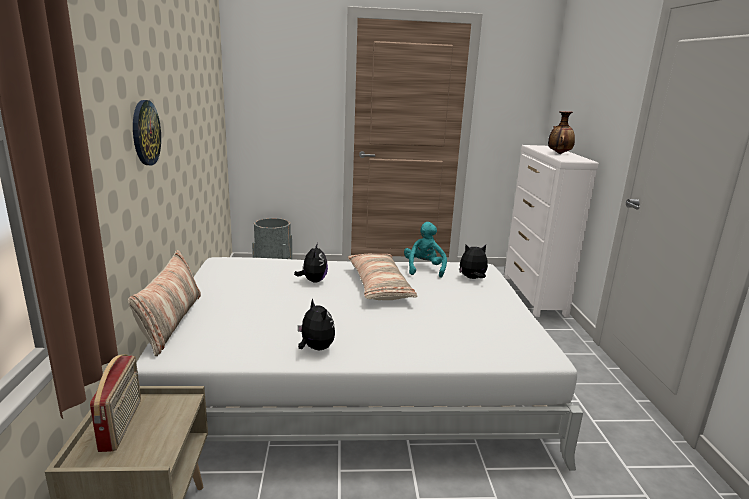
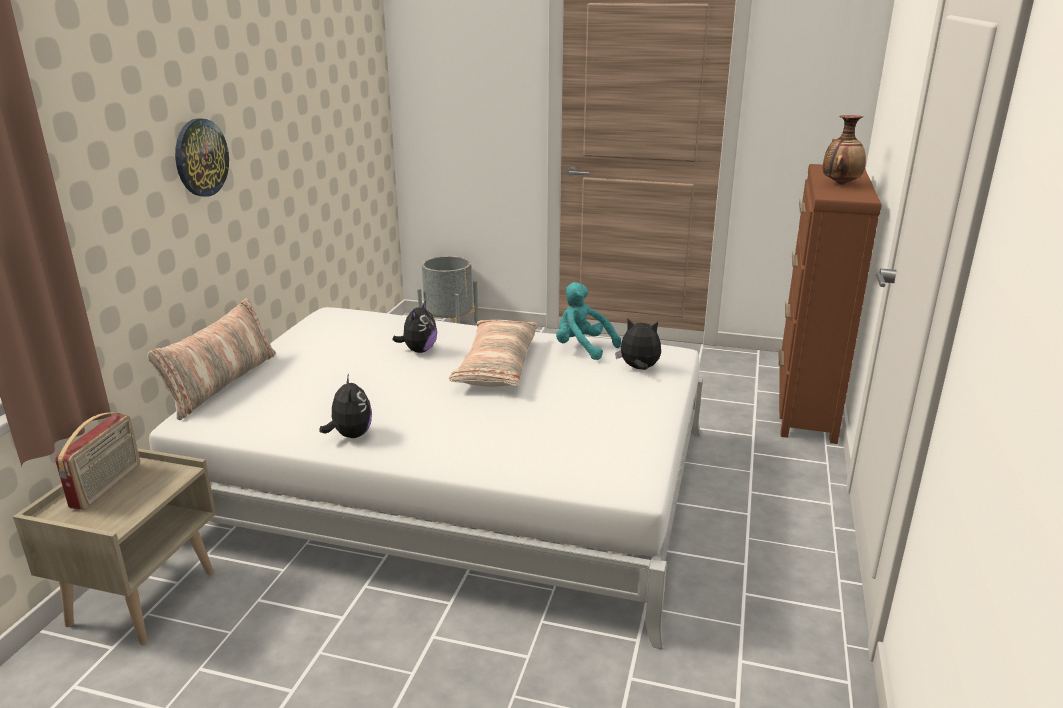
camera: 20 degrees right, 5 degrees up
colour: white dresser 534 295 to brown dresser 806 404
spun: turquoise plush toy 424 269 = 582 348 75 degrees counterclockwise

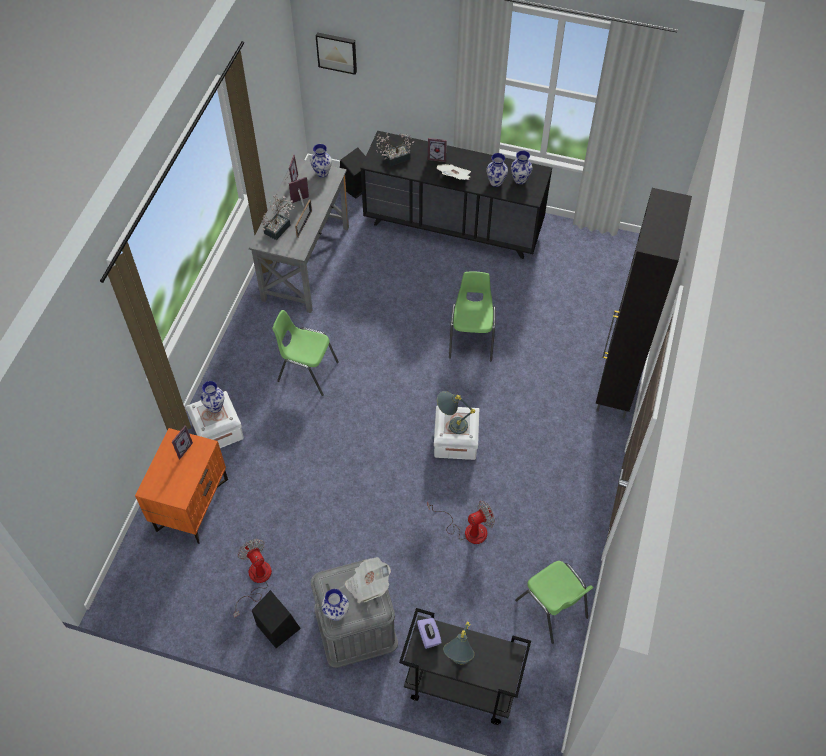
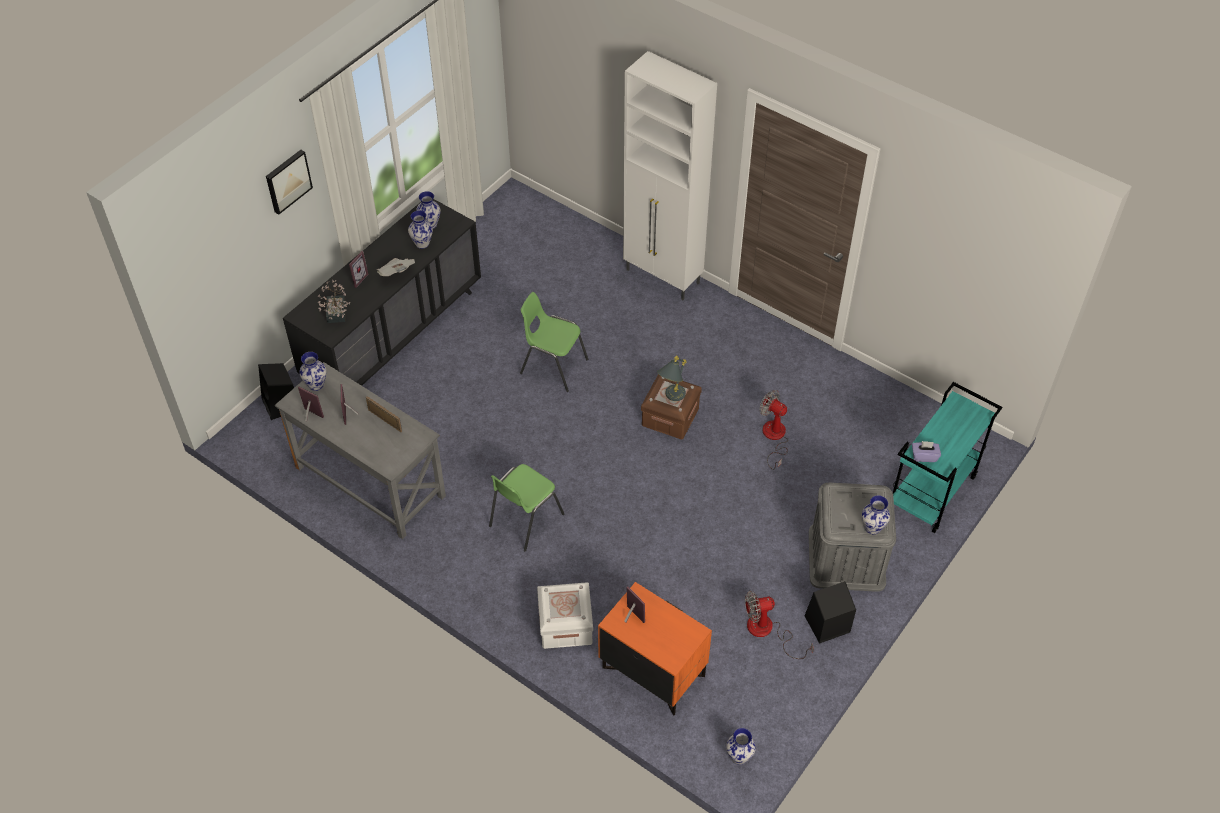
camera: 70 degrees left, 5 degrees down
missing: potted plant 279 227; newspaper 368 584; grey table lamp 458 661; green chair 552 609
relocated: vase 215 407 to 739 756; picture 337 52 to 287 181
colour: black cart 460 686 to turquoise cart 932 493; white storage box 455 441 to brown storage box 670 417; black cabinet 615 388 to white cabinet 663 277
spun: fan 468 530 = 774 438 45 degrees counterclockwise

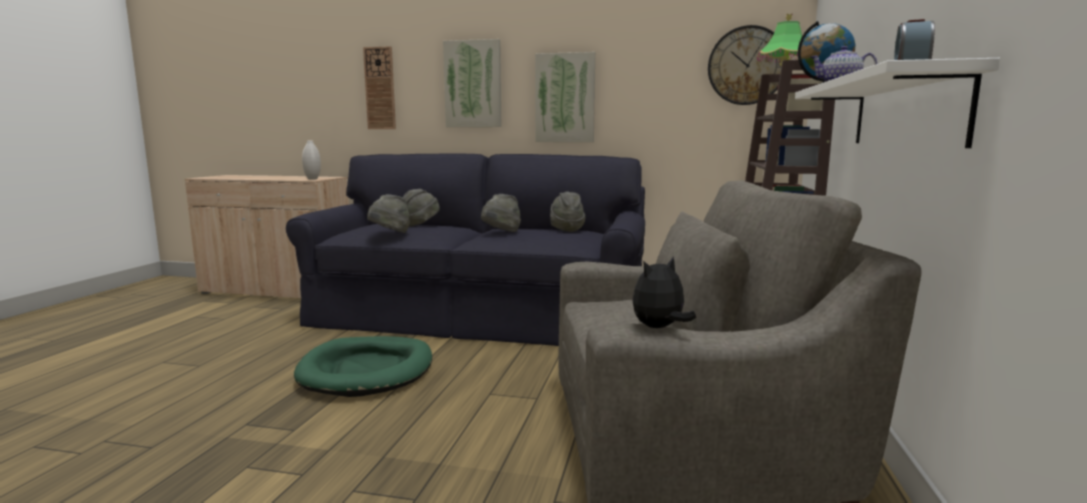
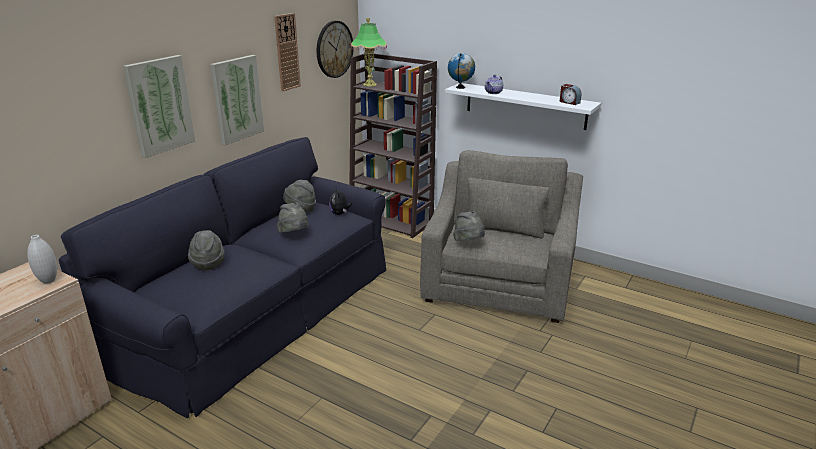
camera: 70 degrees left, 15 degrees up
missing: green dog bed 367 371
relocated: wall clock 380 88 to 287 52; grey hat 390 234 to 469 243; plush toy 659 328 to 340 213

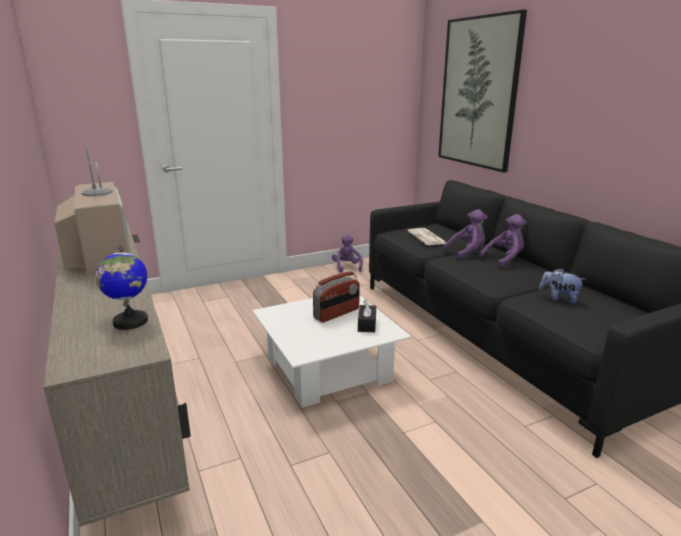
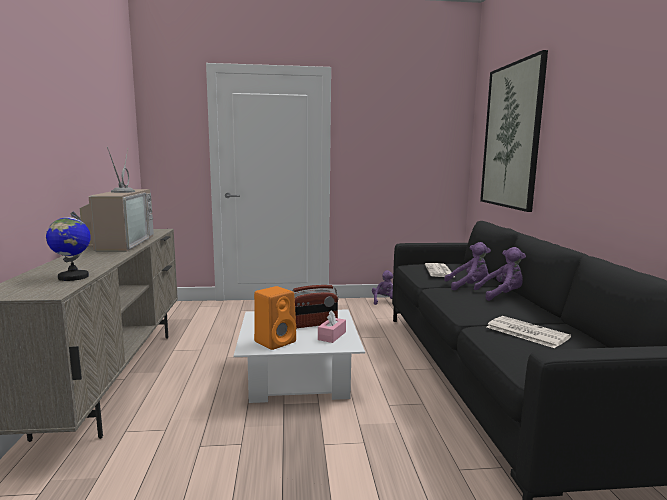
camera: 20 degrees right, 10 degrees down
appeared: orange speaker 276 341
exchanged: plush toy 559 298 to newspaper 525 332
colour: black tissue box 367 324 to pink tissue box 332 336

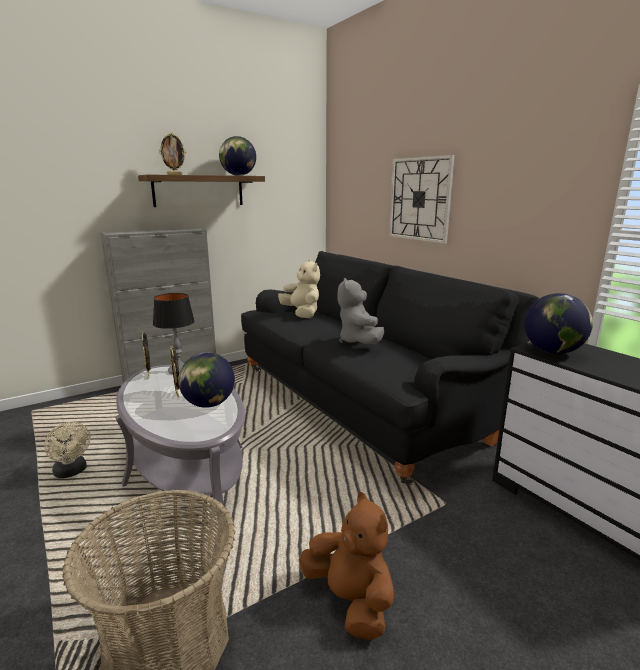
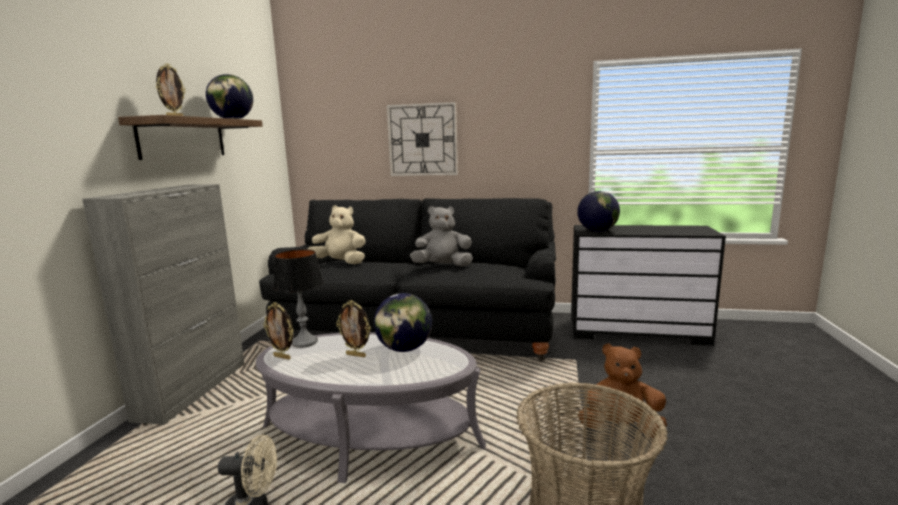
camera: 45 degrees left, 5 degrees down
spun: grey plush toy 359 342 = 443 266 135 degrees clockwise

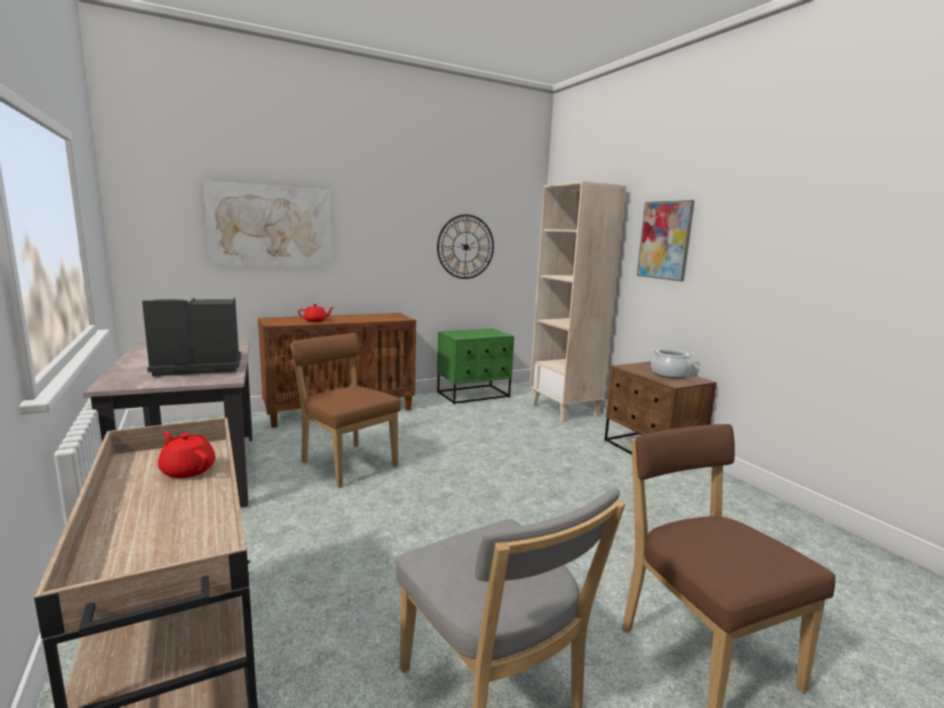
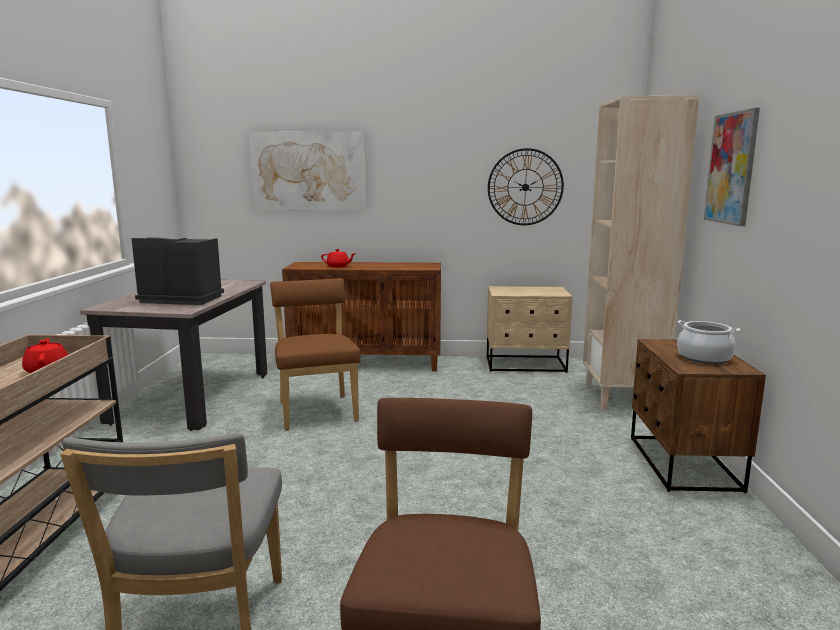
camera: 30 degrees right, 0 degrees up
colour: green nightstand 474 395 to beige nightstand 526 365

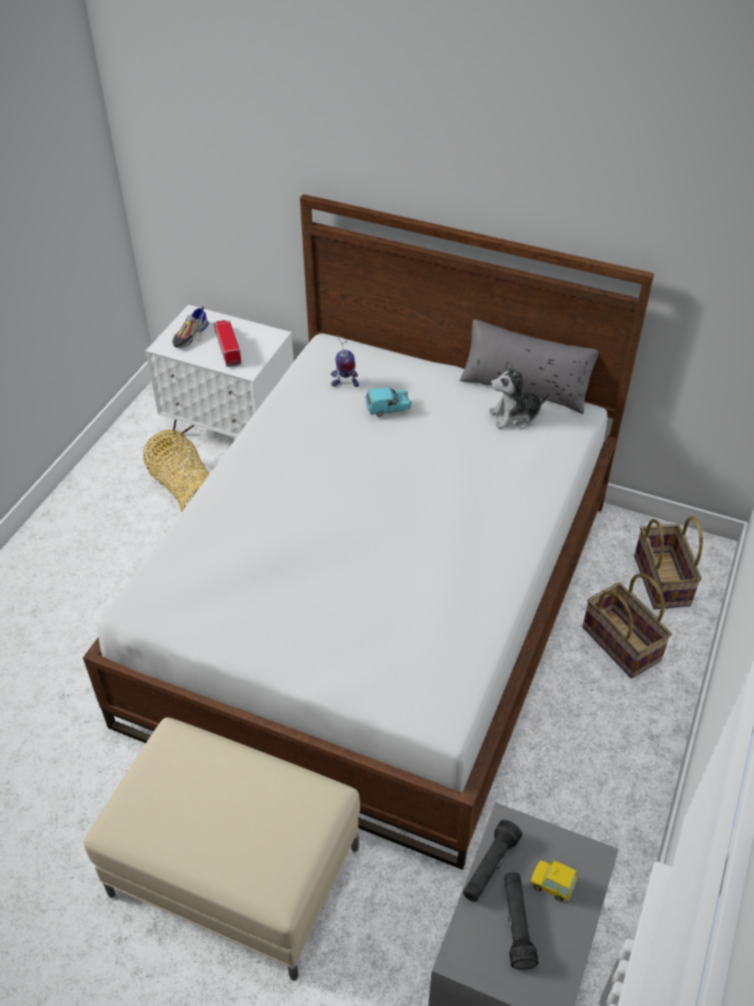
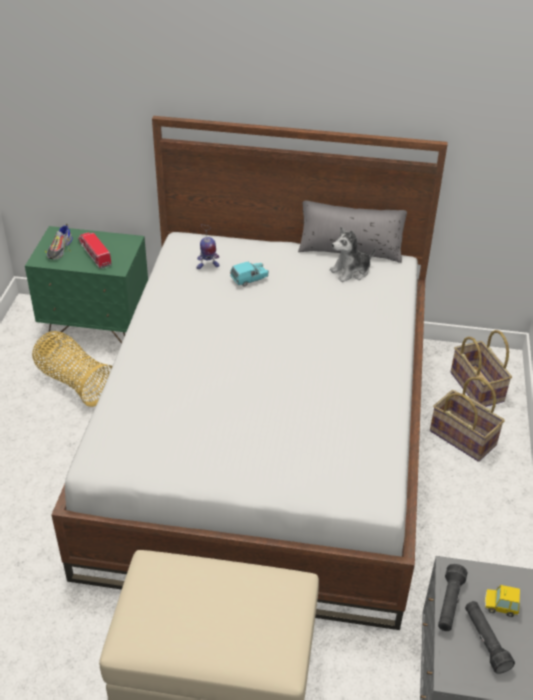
camera: 15 degrees left, 5 degrees down
colour: white nightstand 231 428 to green nightstand 97 327

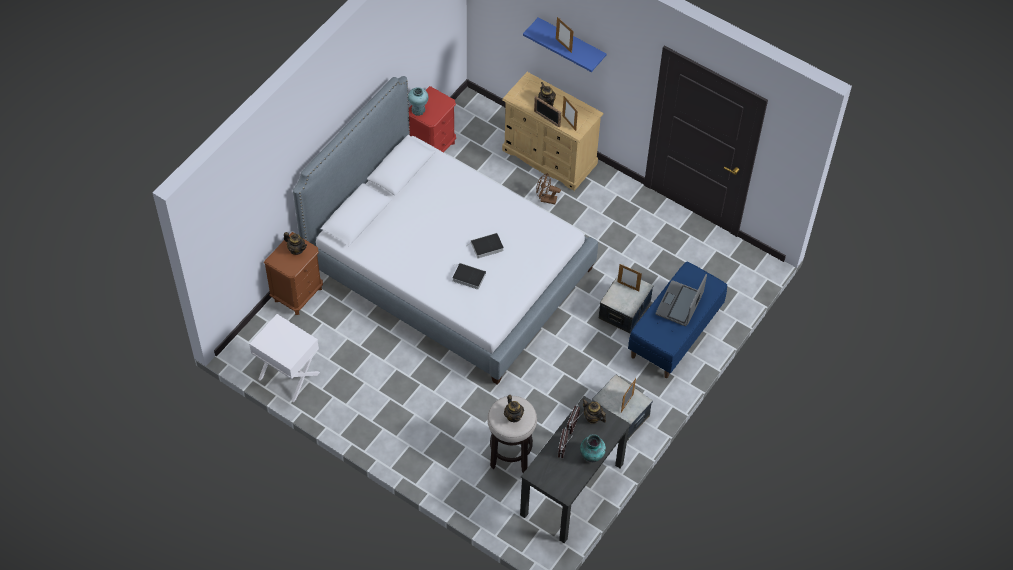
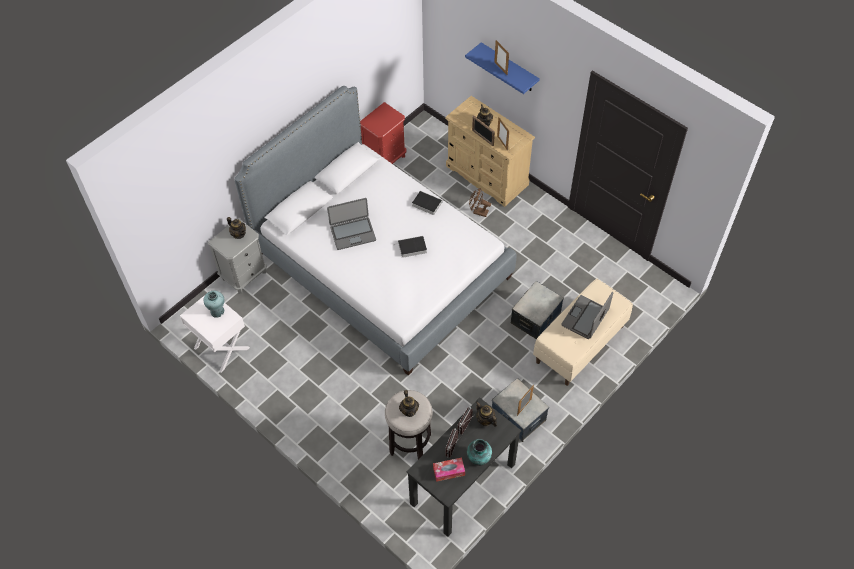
camera: 10 degrees right, 0 degrees up
missing: picture frame 628 286
appeared: laptop 352 233; tissue box 449 471
relocated: turquoise vase 418 110 to 217 311; book 468 277 to 426 204
colour: brown nightstand 297 294 to grey nightstand 244 275; blue bench 675 334 to beige bench 580 344

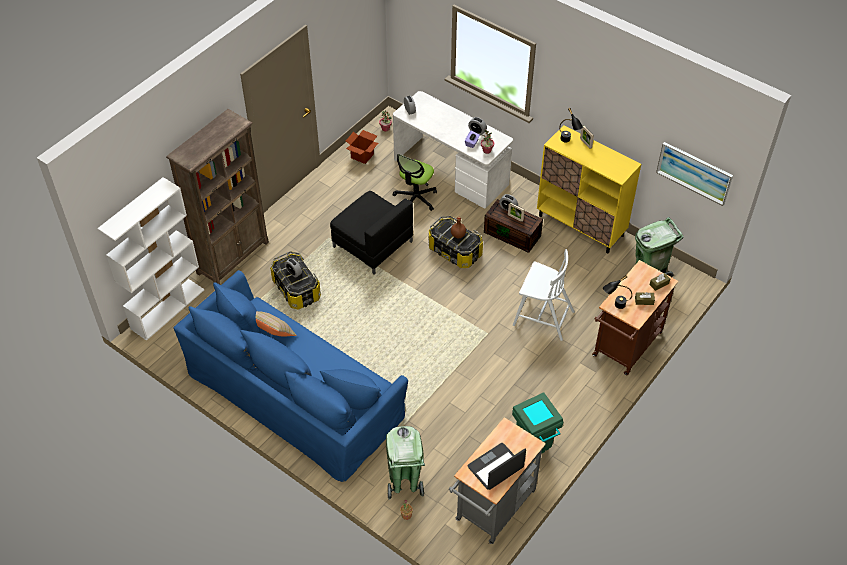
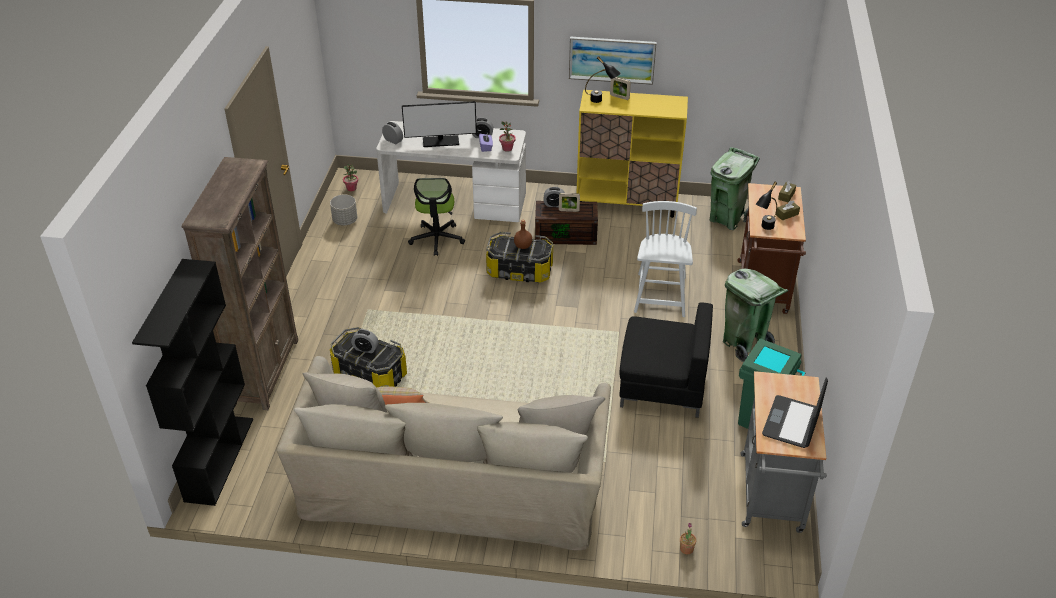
camera: 30 degrees left, 10 degrees down
appeared: monitor 440 141
relocated: black armchair 372 243 to 661 383; green trash can 404 482 to 744 343; picture 694 172 to 612 59
exchanged: cardboard box 362 156 to grey planter 345 221
colour: white bookcase 168 309 to black bookcase 219 458; blue sofa 295 393 to beige sofa 452 481
spun: white chair 542 317 = 660 296 75 degrees counterclockwise

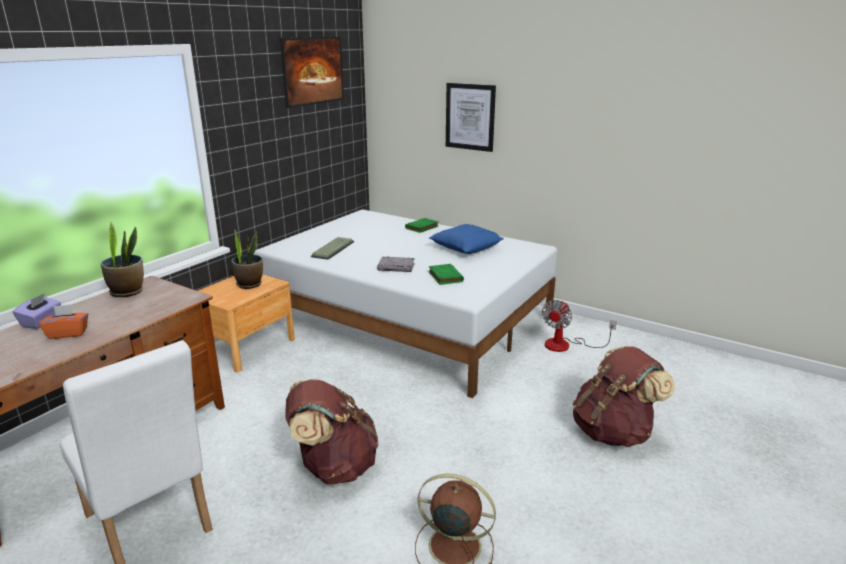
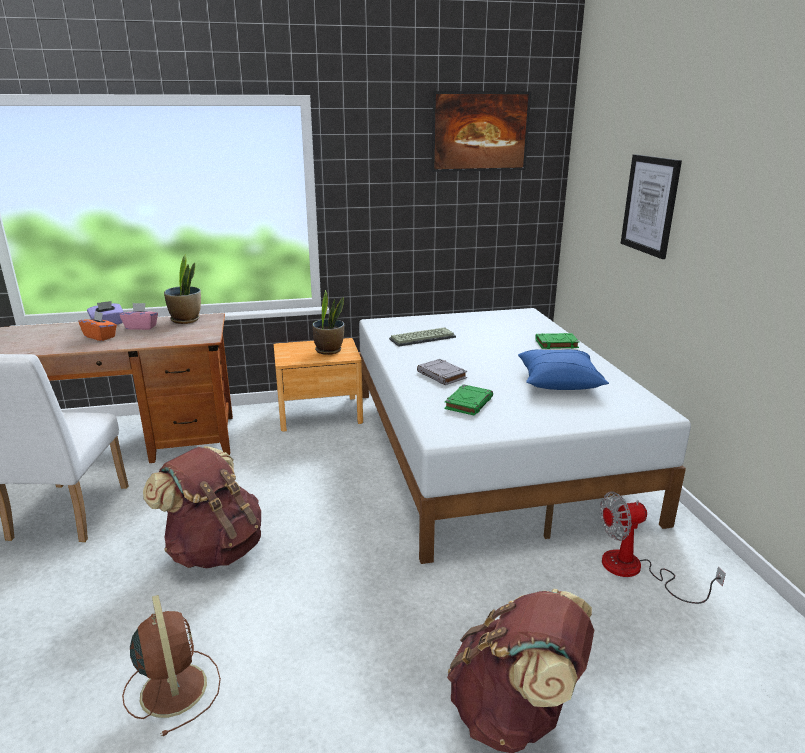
camera: 45 degrees right, 0 degrees up
appeared: pink tissue box 141 327

